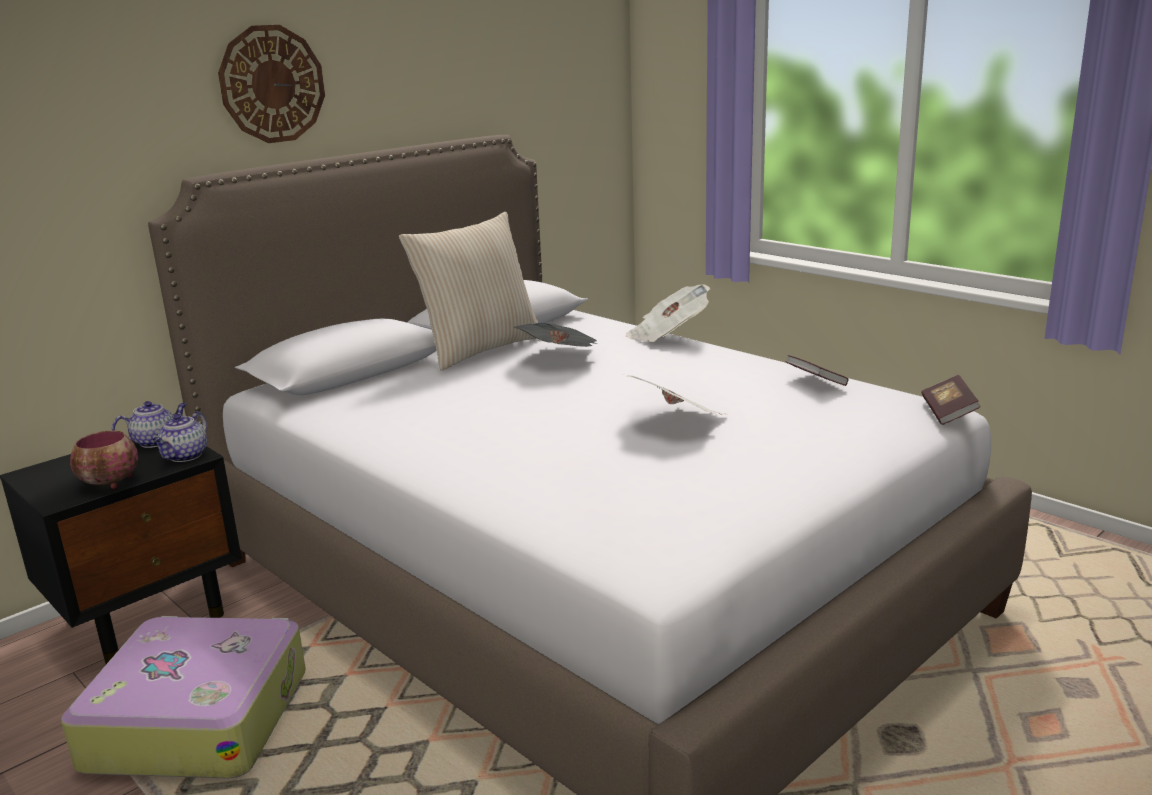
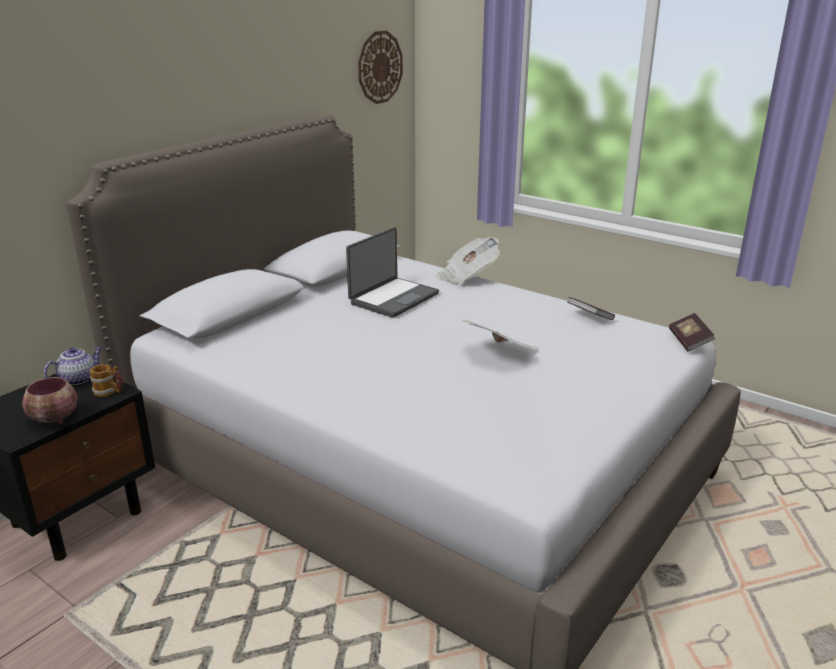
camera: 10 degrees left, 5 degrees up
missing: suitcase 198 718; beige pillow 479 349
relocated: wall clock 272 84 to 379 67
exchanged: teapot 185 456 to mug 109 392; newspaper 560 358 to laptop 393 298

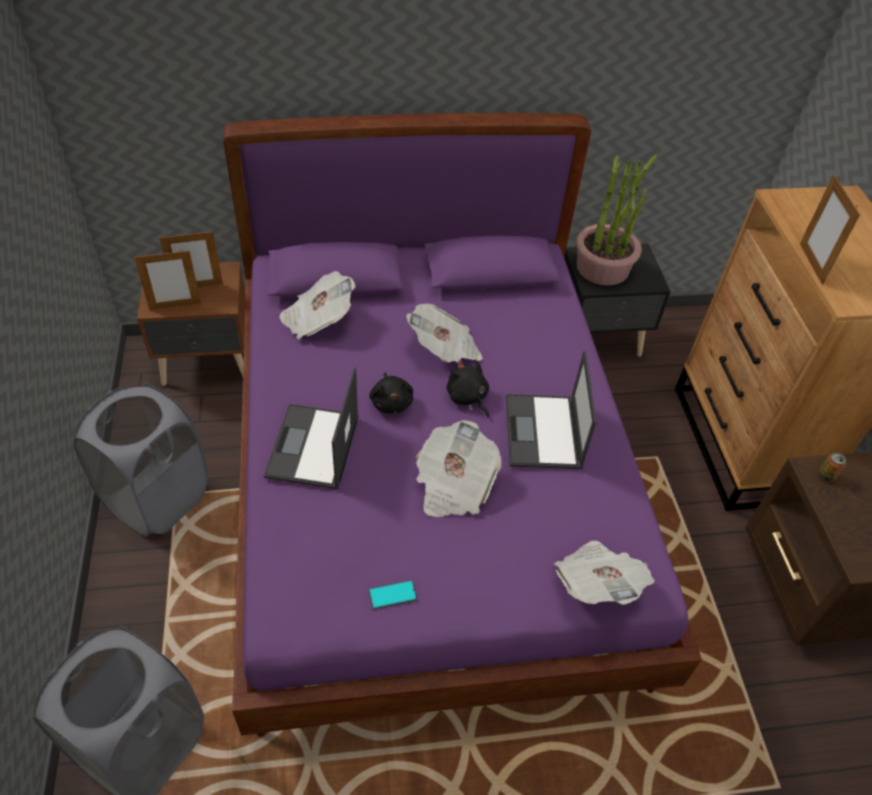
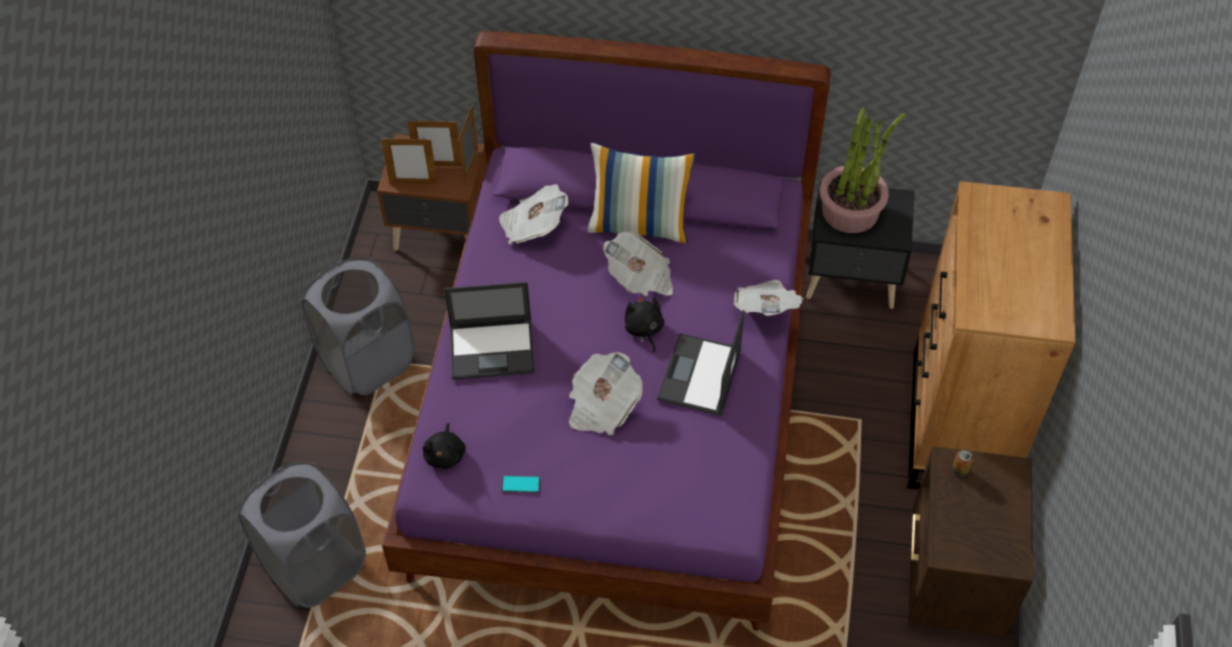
camera: 20 degrees right, 5 degrees up
appeared: pillow 640 225
relocated: black plush toy 391 402 to 445 454; newspaper 597 583 to 766 309; picture frame 811 263 to 471 166
spun: laptop 313 447 = 493 349 120 degrees counterclockwise

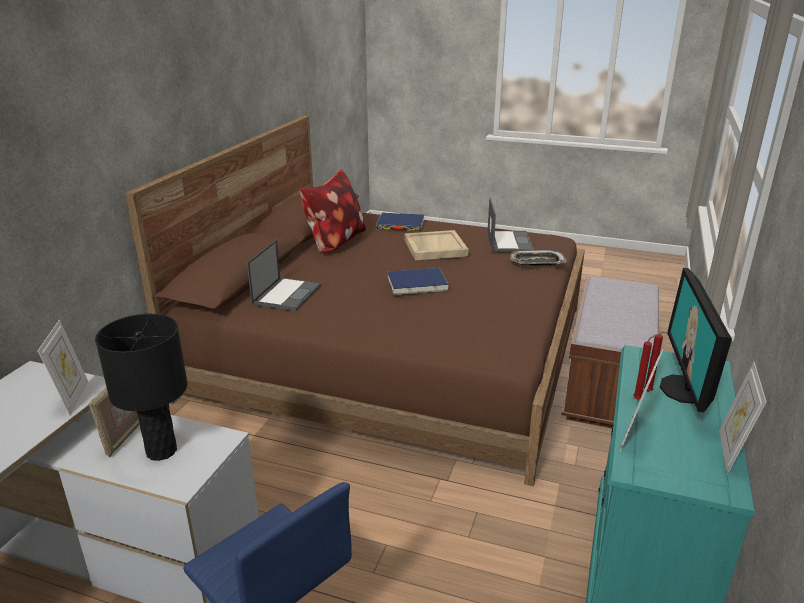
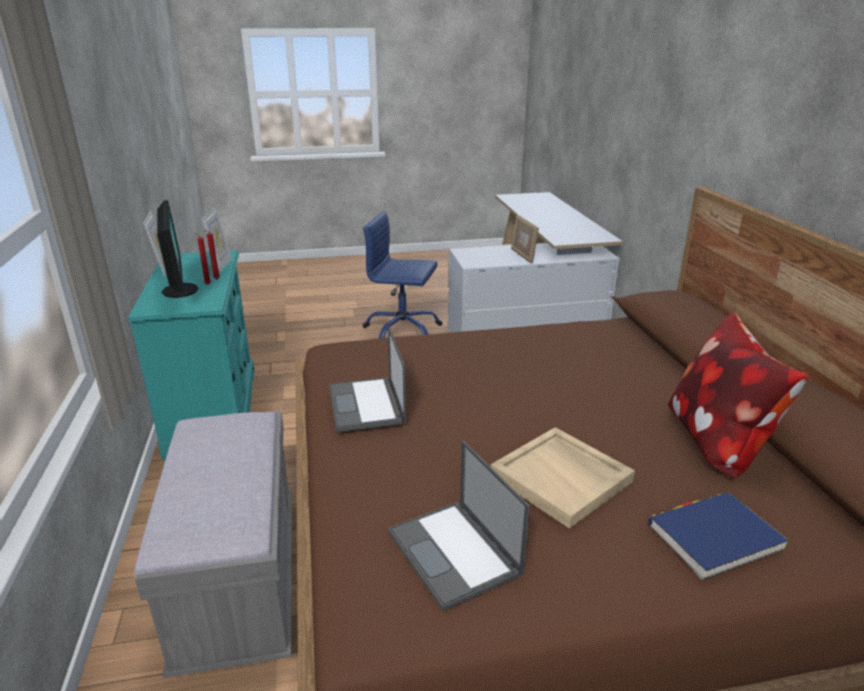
camera: 150 degrees right, 0 degrees up
missing: picture frame 72 398; black table lamp 161 451; blue book 417 284; tray 536 262
relocated: laptop 287 294 to 366 405
colour: brown bench 604 388 to grey bench 240 581

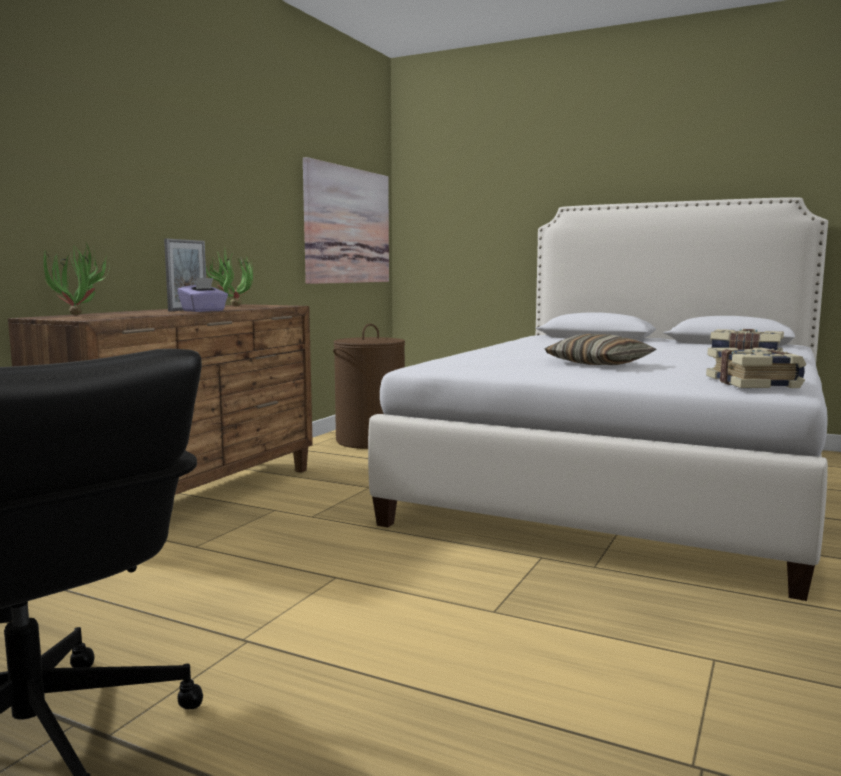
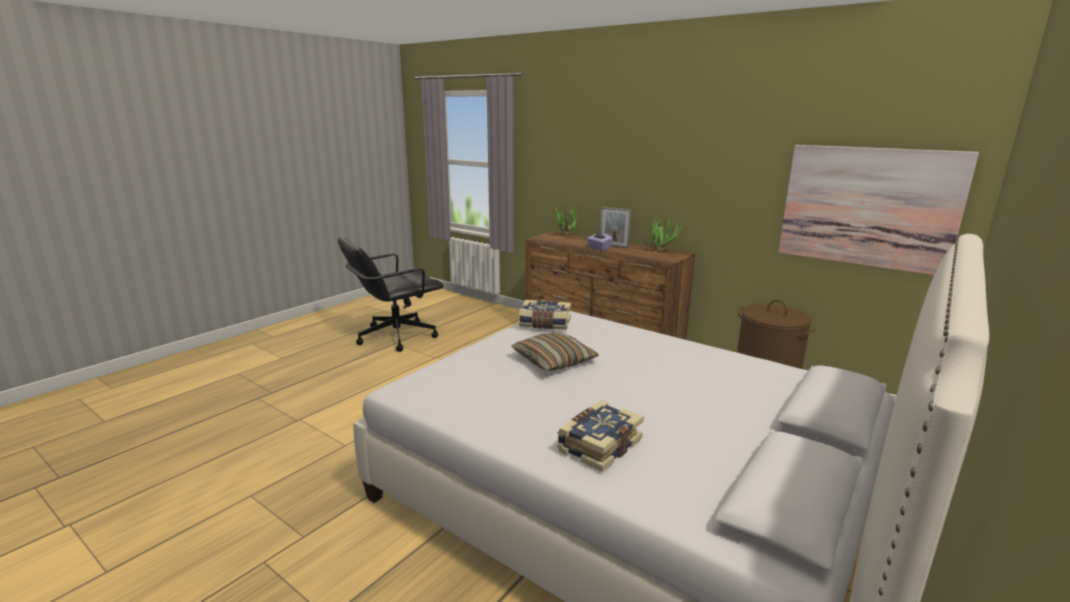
camera: 100 degrees right, 10 degrees up
relocated: book 754 383 to 544 324

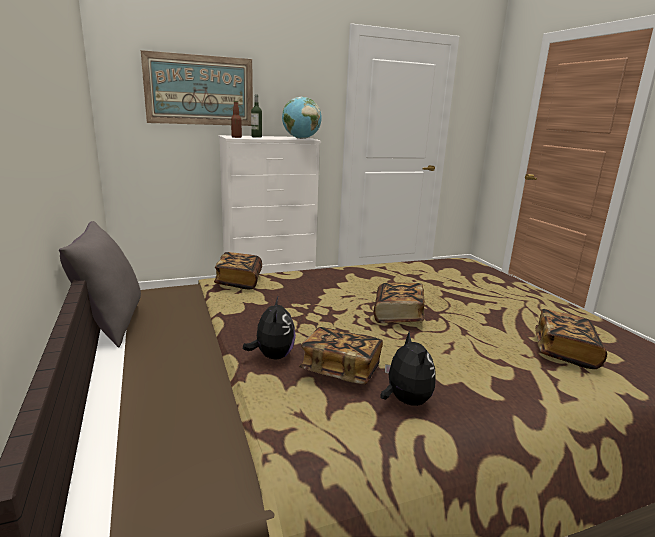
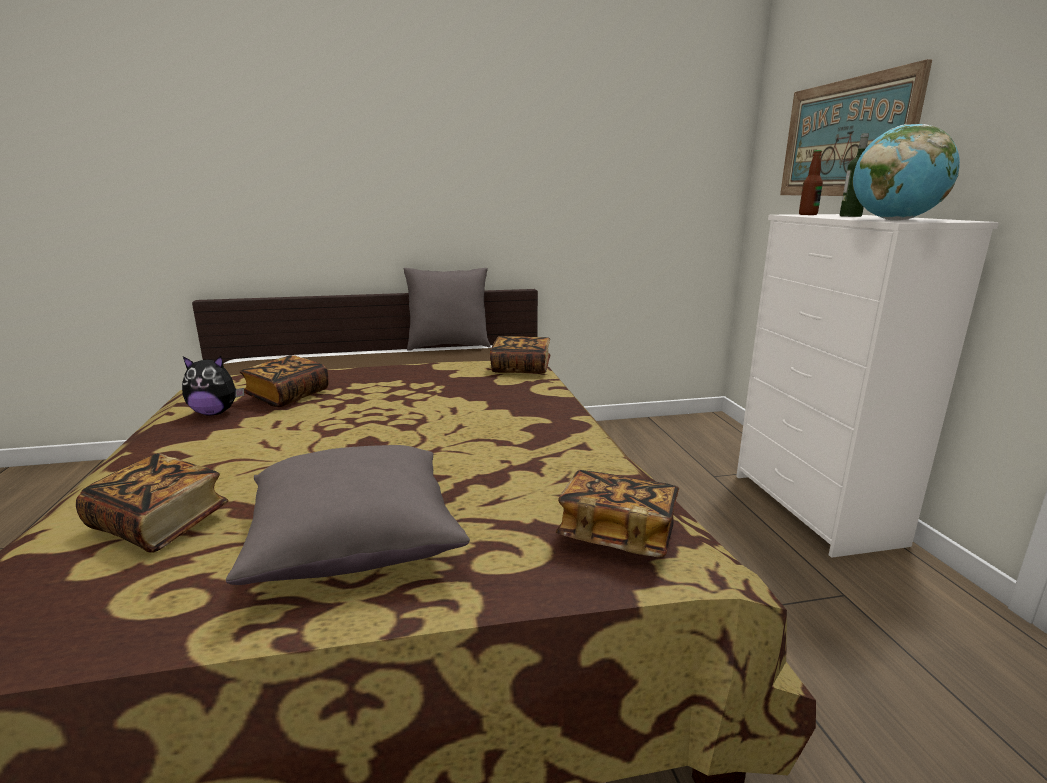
camera: 100 degrees right, 0 degrees up
missing: plush toy 272 356
appeared: grey pillow 355 541
relocated: book 398 315 to 617 534

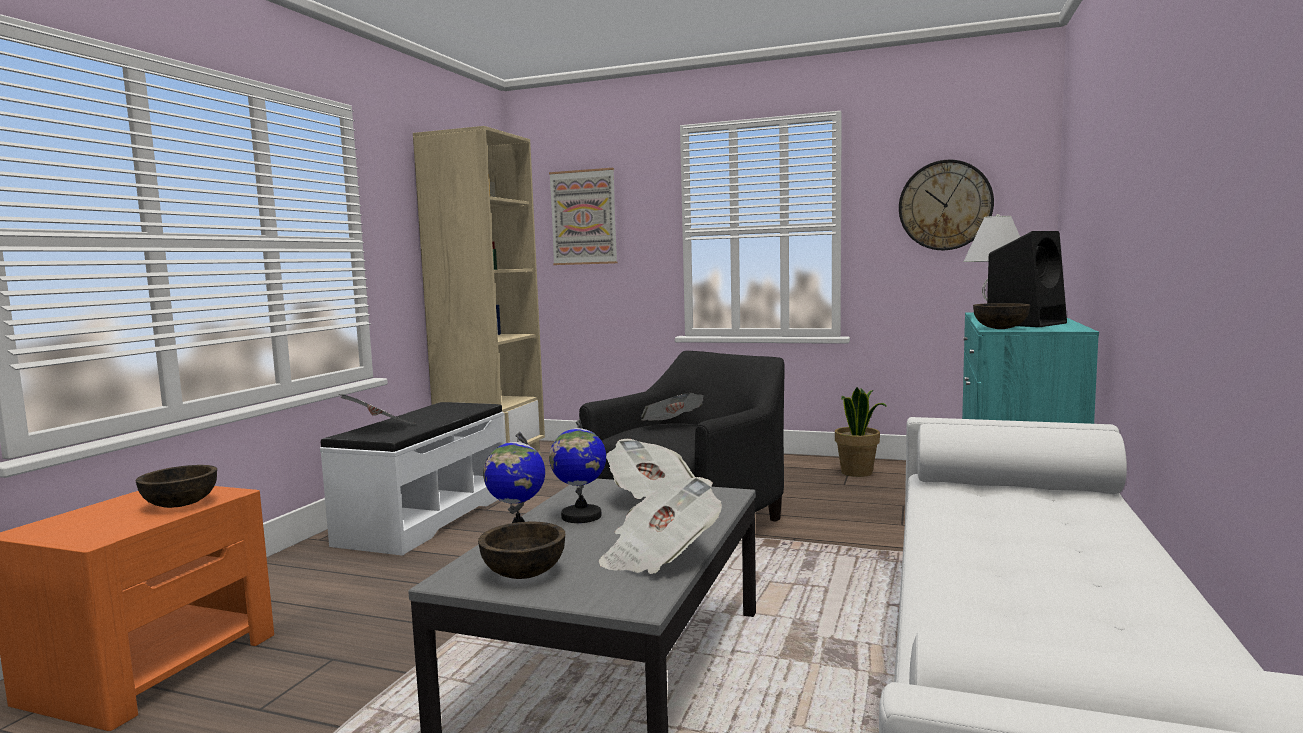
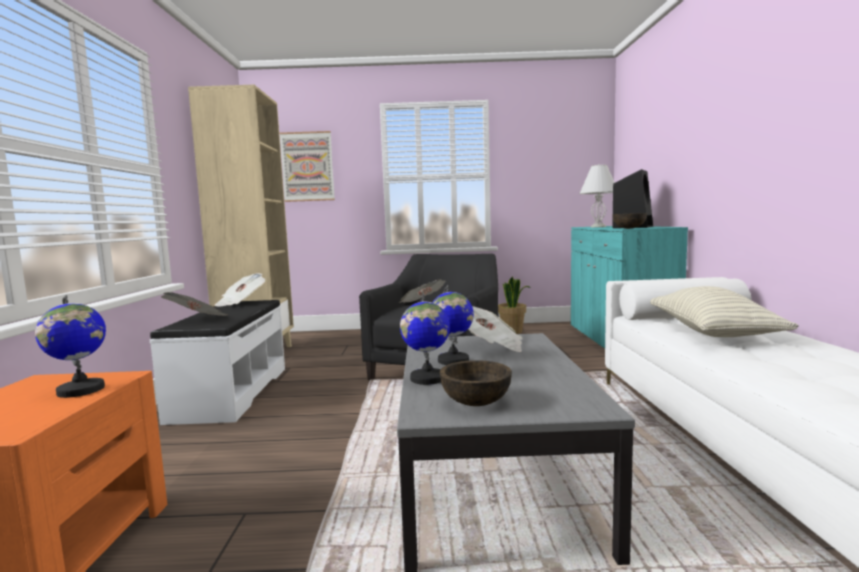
camera: 20 degrees left, 0 degrees up
missing: wall clock 945 205
appeared: pillow 711 332
relocated: newspaper 659 556 to 241 303
exchanged: brown bowl 181 504 to globe 80 390

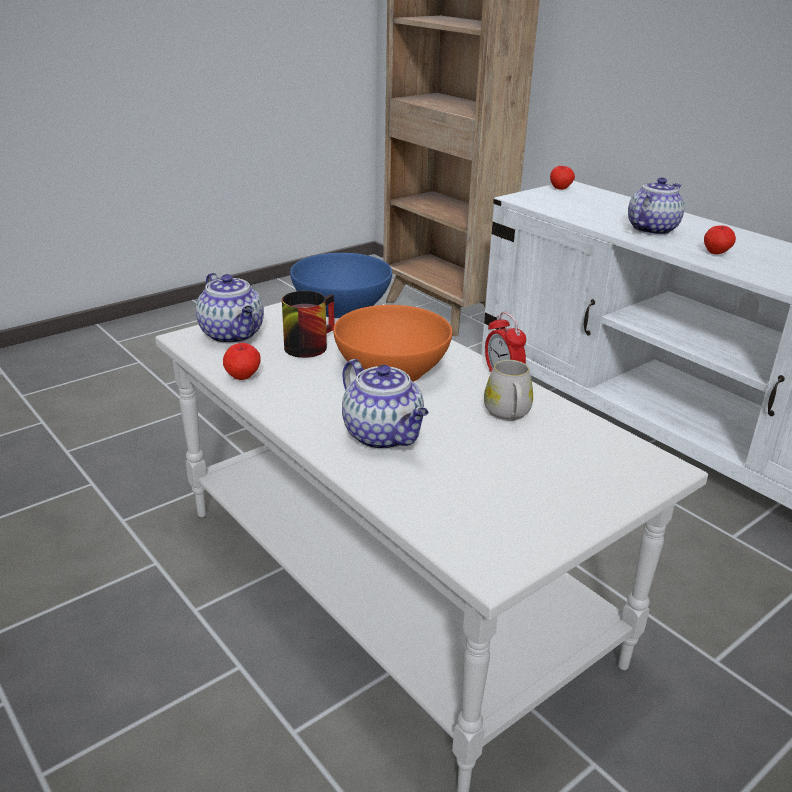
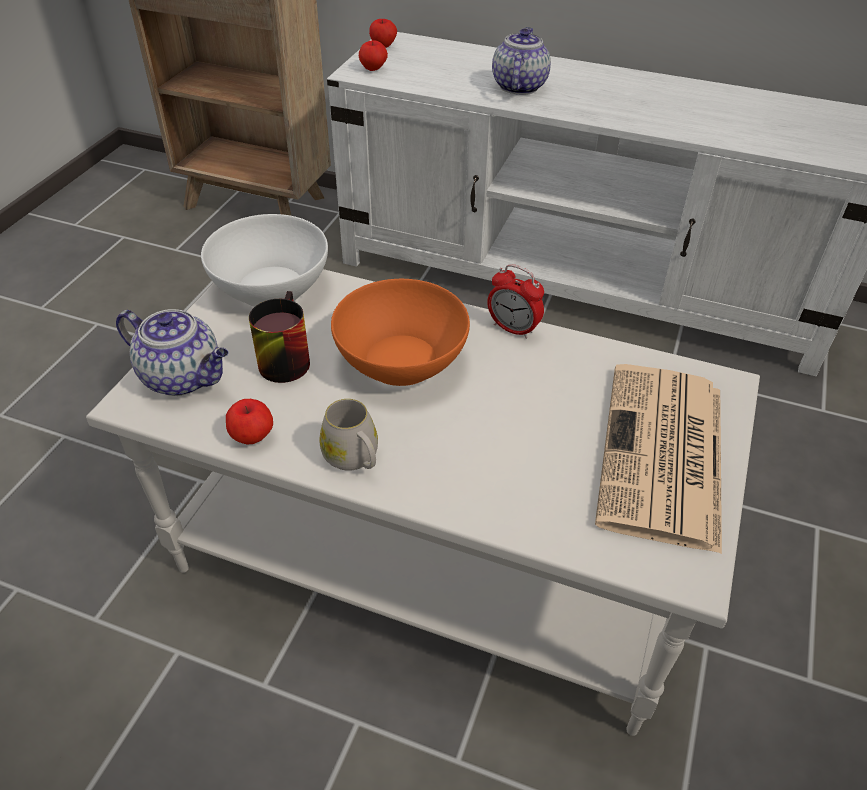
camera: 30 degrees left, 15 degrees up
missing: teapot 384 436
appeared: newspaper 663 456
relocated: white mug 508 415 to 354 459; apple 716 253 to 373 69
colour: blue bowl 341 307 to white bowl 270 287

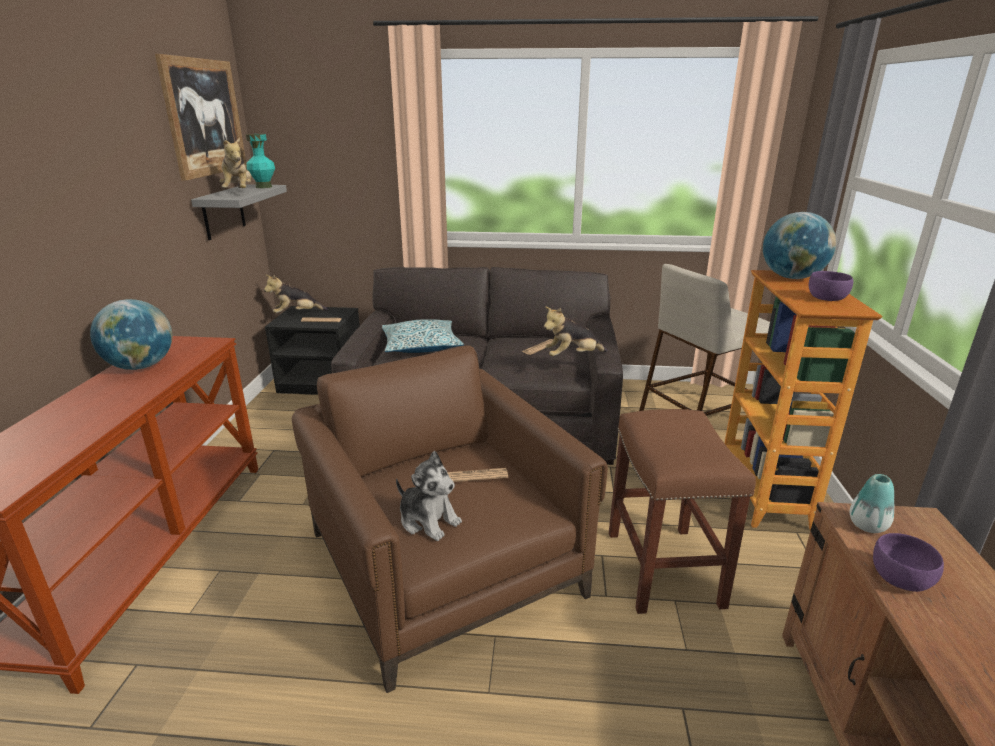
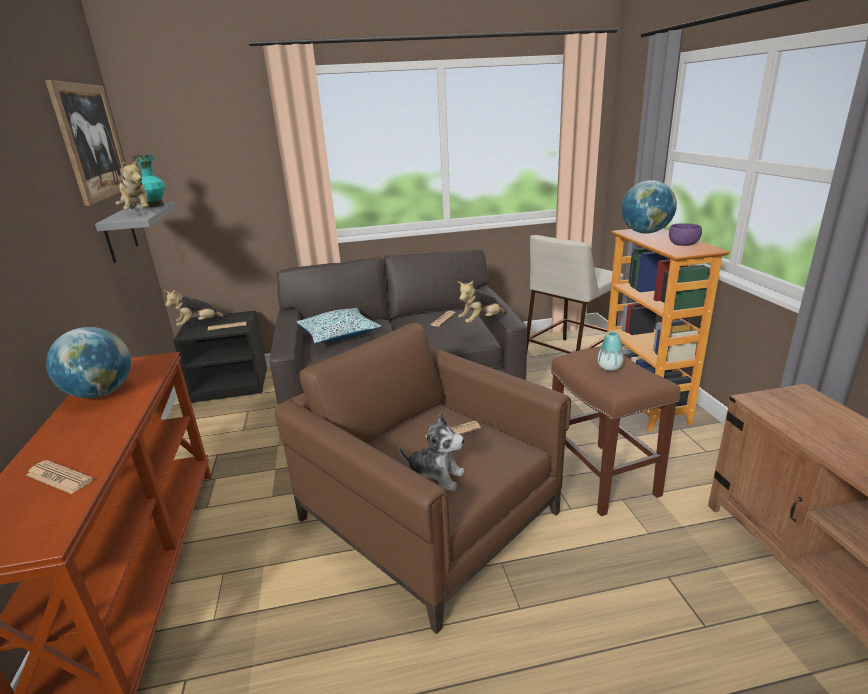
camera: 15 degrees left, 0 degrees up
missing: purple bowl 900 579
appeared: newspaper 59 477
relocated: vase 867 525 to 609 367

